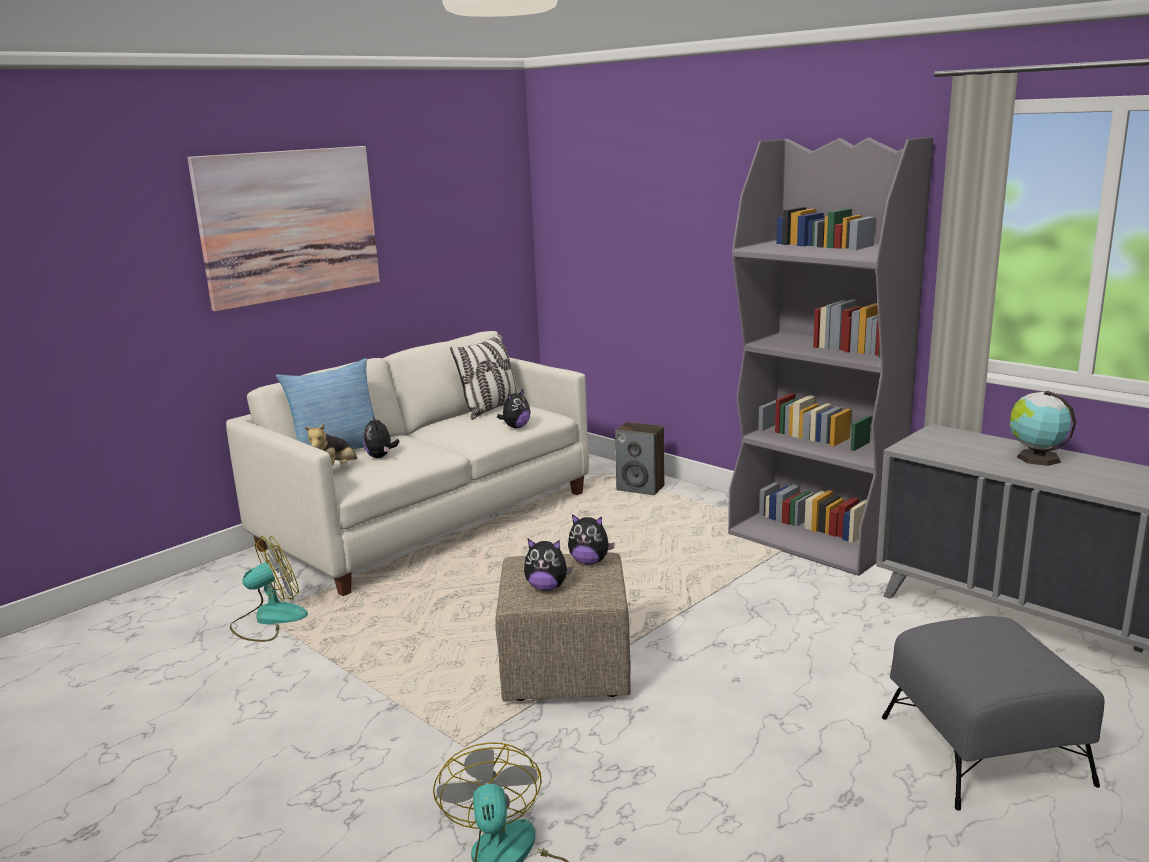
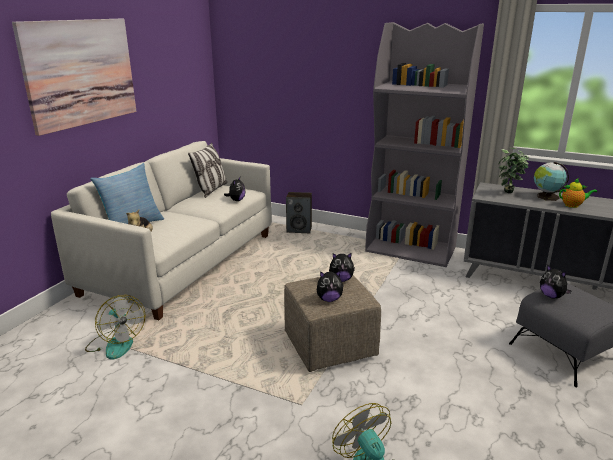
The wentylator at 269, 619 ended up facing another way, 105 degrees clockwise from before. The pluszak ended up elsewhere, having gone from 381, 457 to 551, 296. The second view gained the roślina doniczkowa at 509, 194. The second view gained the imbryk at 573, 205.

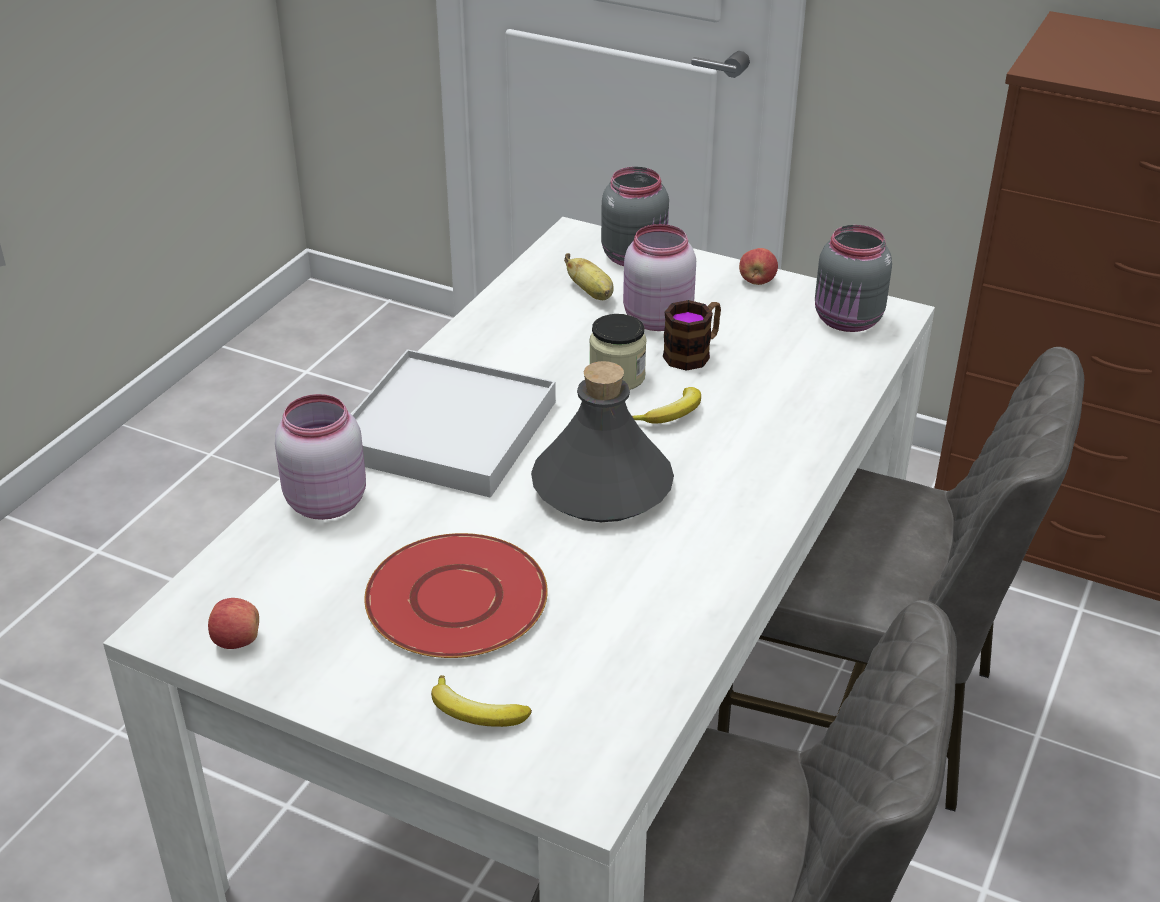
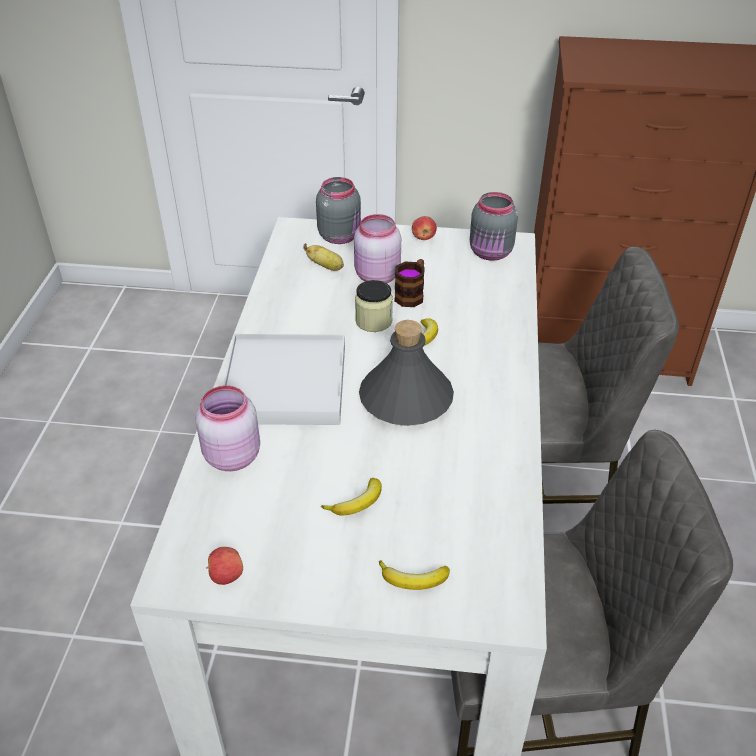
Where the talerz (czerwony) stood at 456, 600, the banan came to stand at 357, 503.

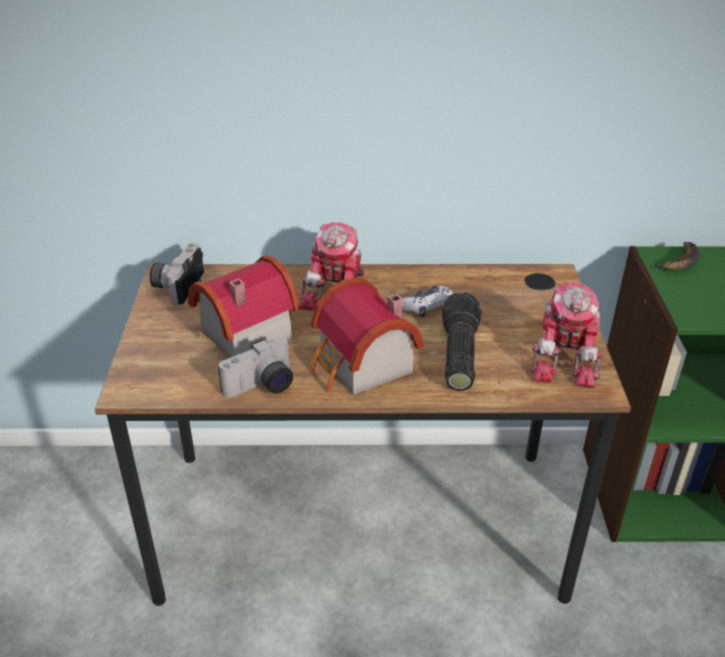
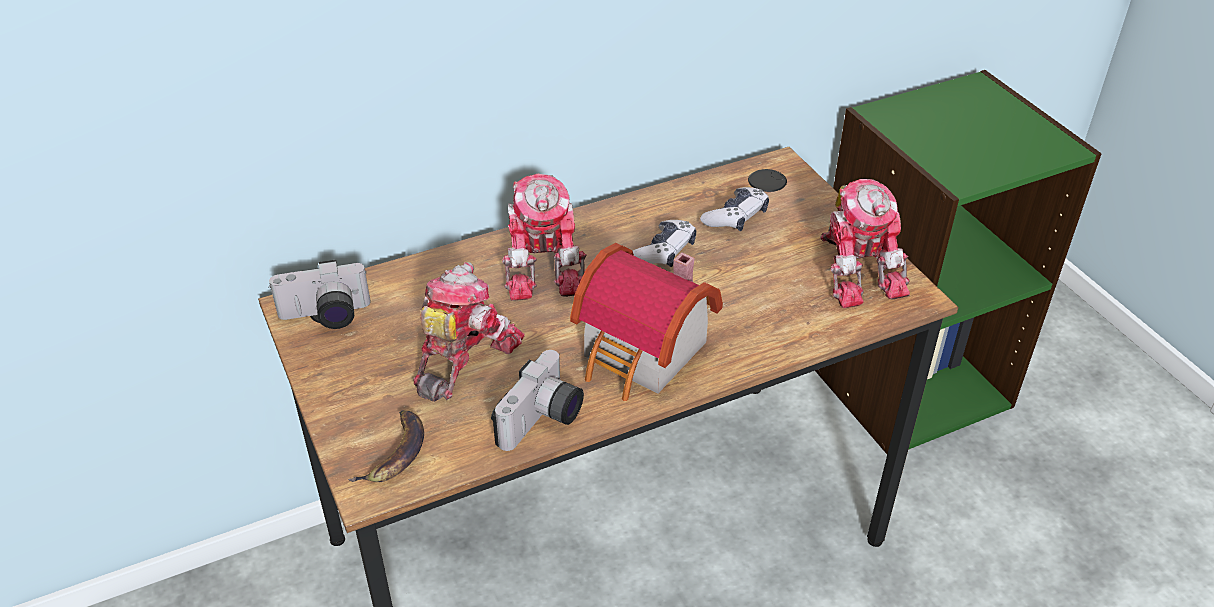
The aparat fotograficzny at 177, 285 ended up facing another way, 90 degrees counterclockwise from before. Where the domek stood at 241, 333, the robot zabawkowy came to stand at 462, 357. The second view lost the latarka at 457, 354. The banan ended up elsewhere, having gone from 678, 261 to 395, 452. The second view gained the pad do gier at 736, 217.

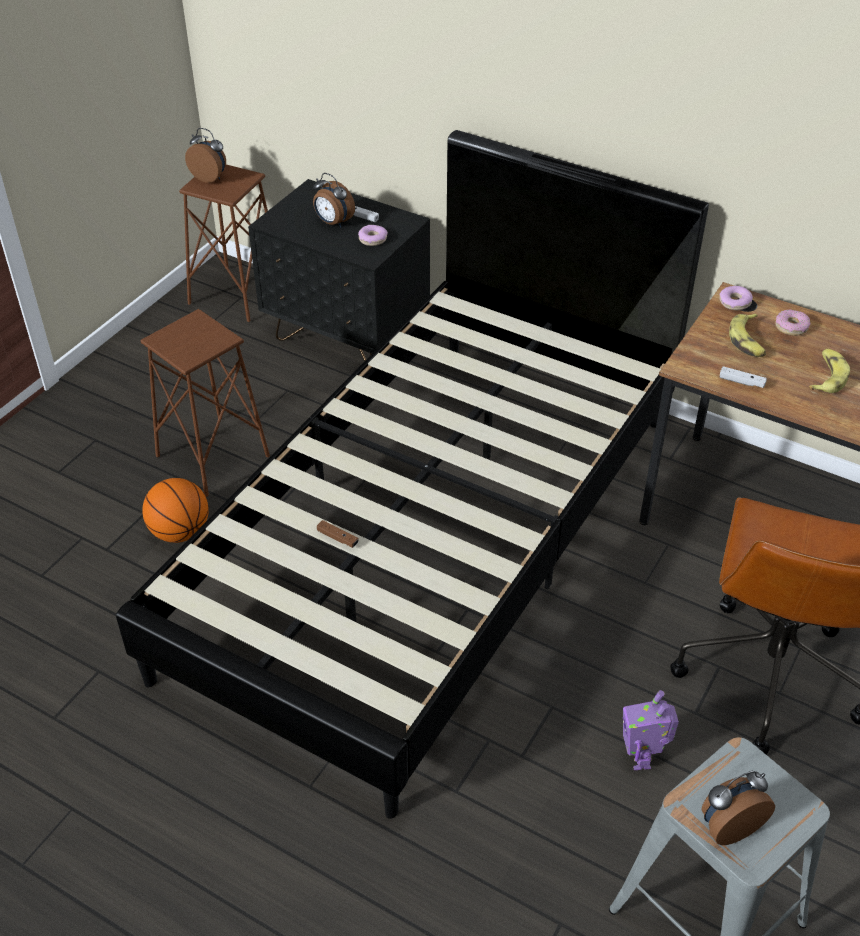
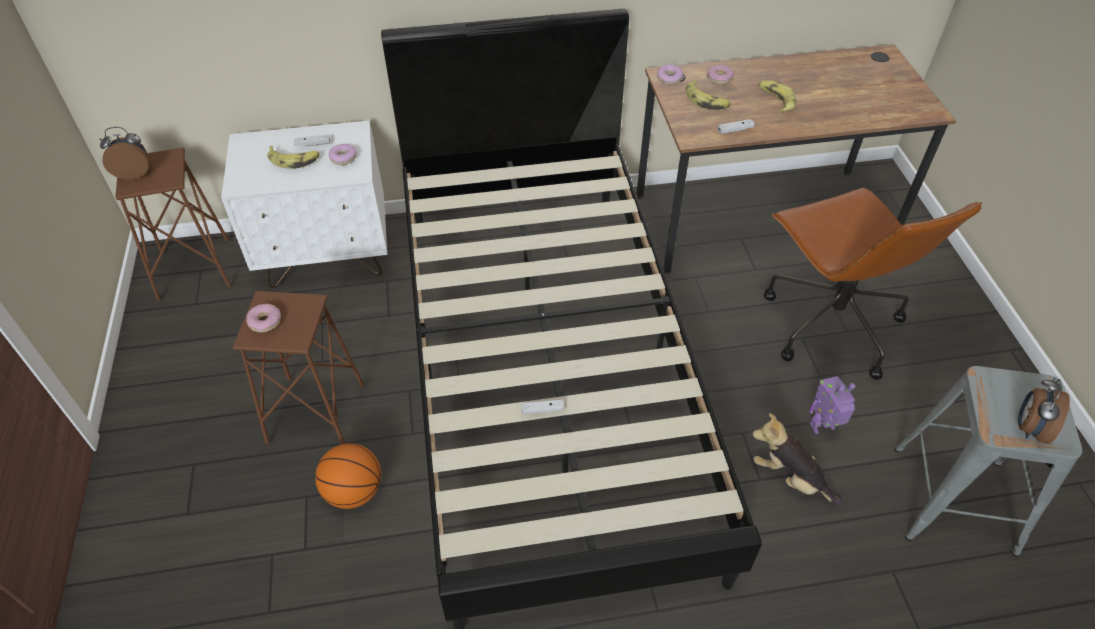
What was the szafka nocna (czarny) at 347, 338 turned into the szafka nocna (biały) at 327, 256. Where the budzik stood at 333, 223, the banan came to stand at 294, 160. What was the pad do gier (brązowy) at 337, 538 turned into the pad do gier (biały) at 542, 410. The robot zabawkowy at 641, 757 ended up facing another way, 120 degrees clockwise from before. The second view gained the donut at 265, 321. The second view gained the pluszak at 789, 478.

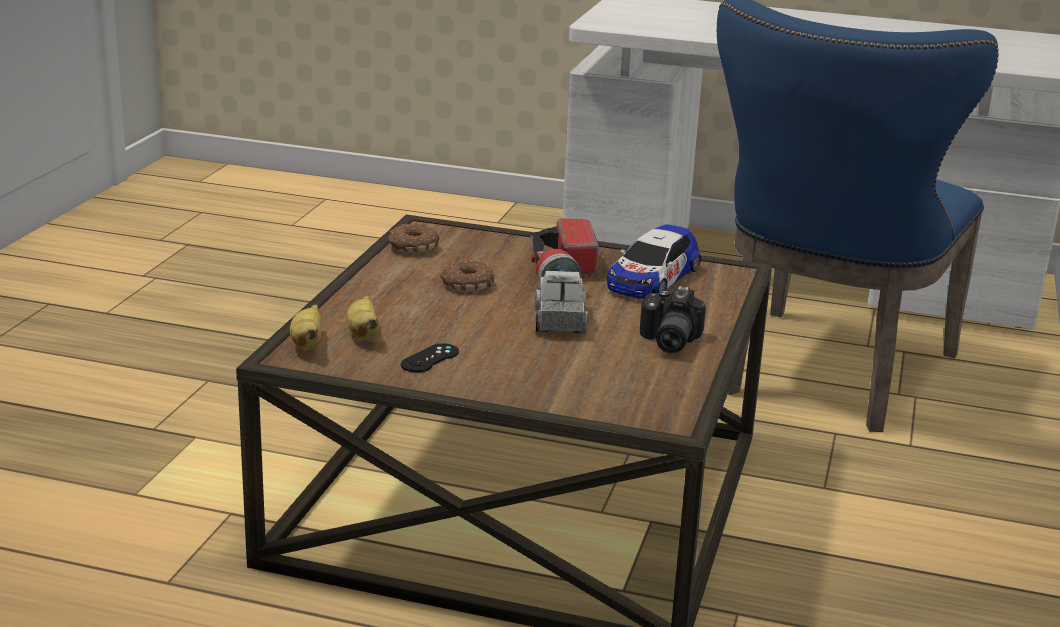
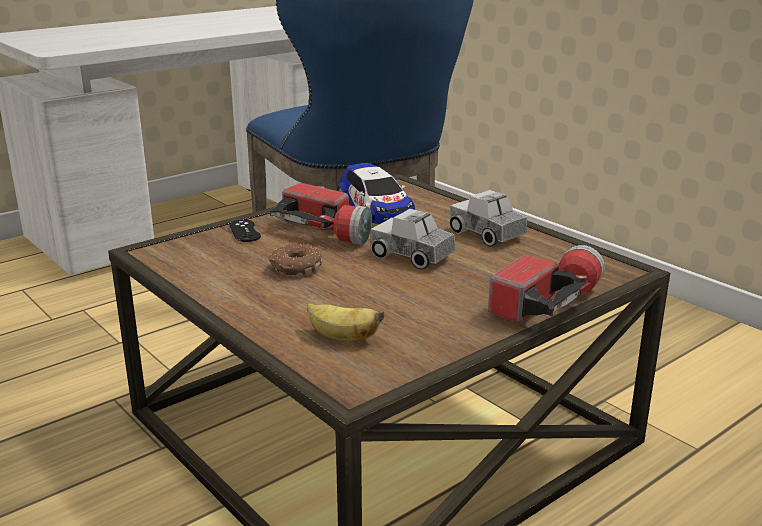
The second view lost the banan at 307, 343. The second view lost the donut at 412, 246. The pad do gier (czarny) ended up elsewhere, having gone from 430, 358 to 244, 231. Where the aparat fotograficzny stood at 666, 341, the ciężarówka zabawkowa came to stand at 487, 234. The second view gained the latarka at 547, 303.

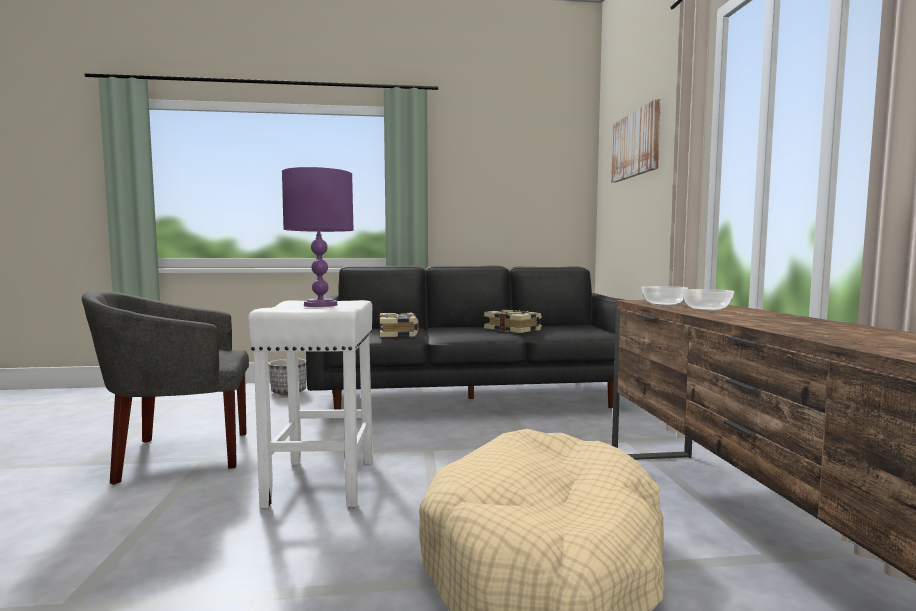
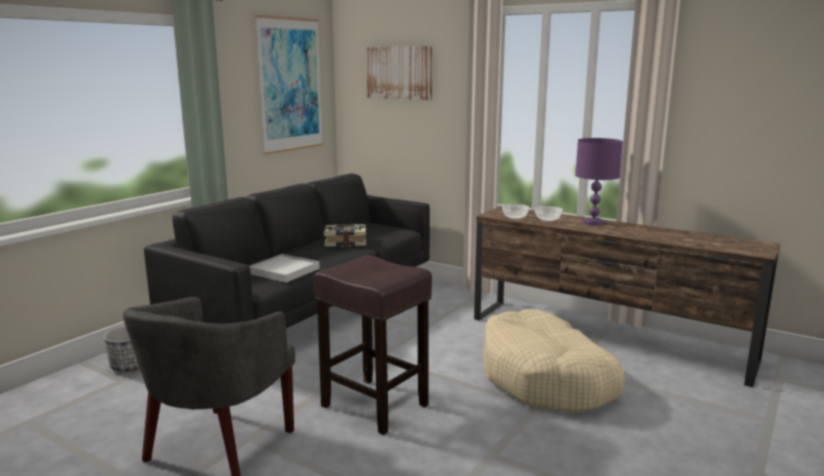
What was the stołek (biały) at 321, 483 turned into the stołek (brązowy) at 376, 406. The lampa stołowa (fioletowy) ended up elsewhere, having gone from 321, 305 to 593, 222. Where the książka stood at 399, 334, the taca (biały) came to stand at 284, 271. The second view gained the obraz at 290, 85.

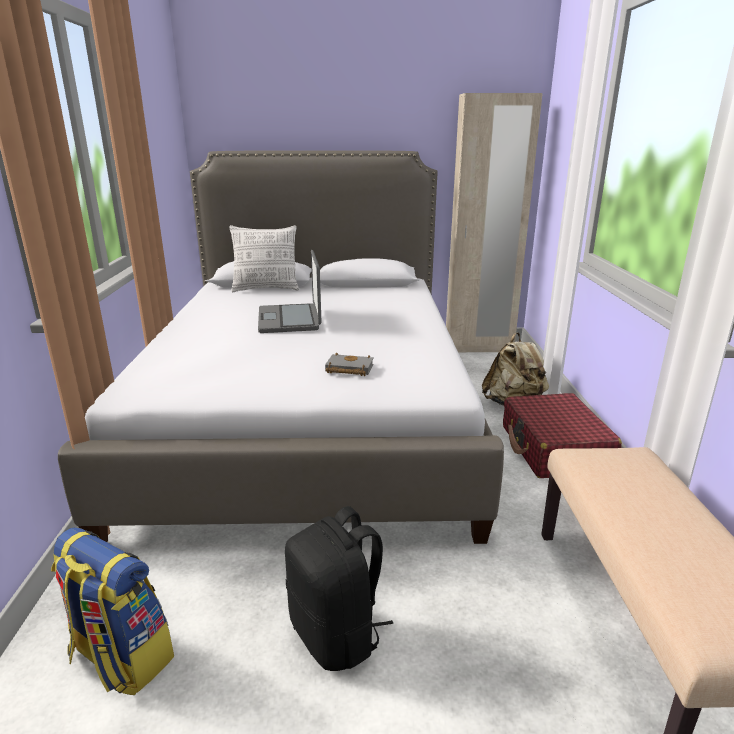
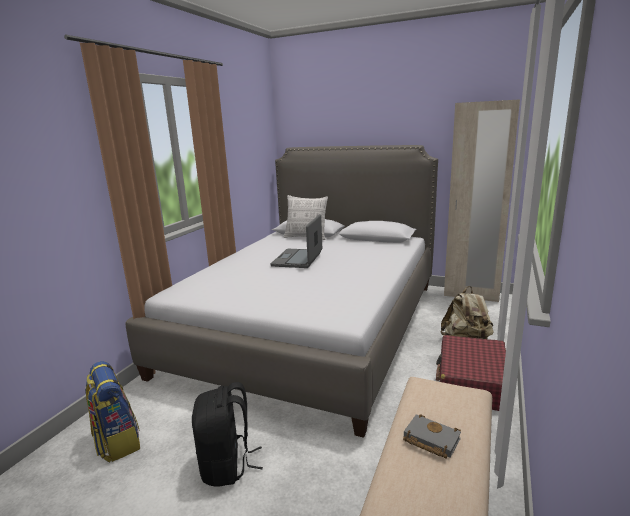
The książka (szary) ended up elsewhere, having gone from 348, 369 to 429, 440.

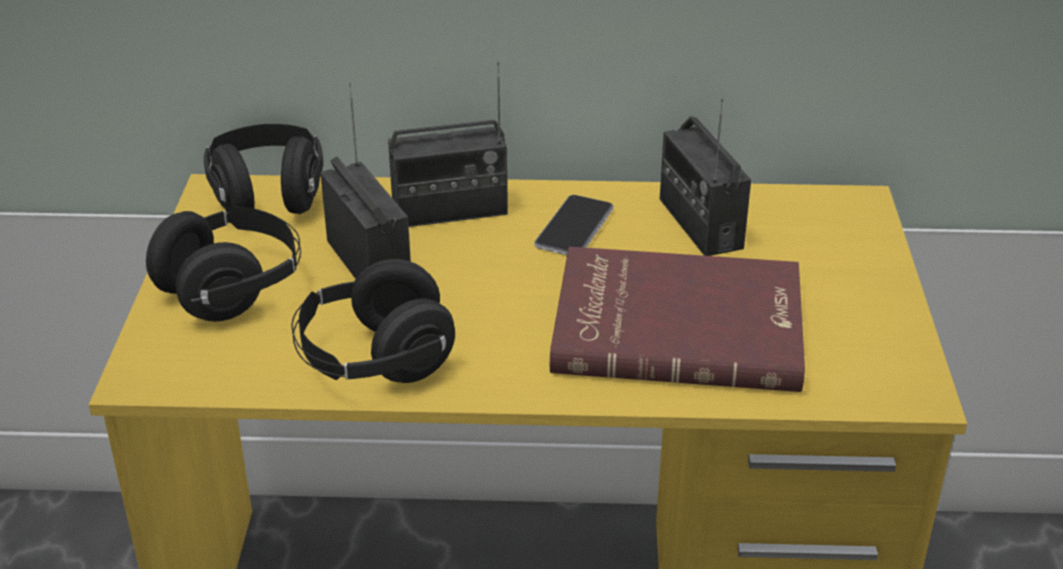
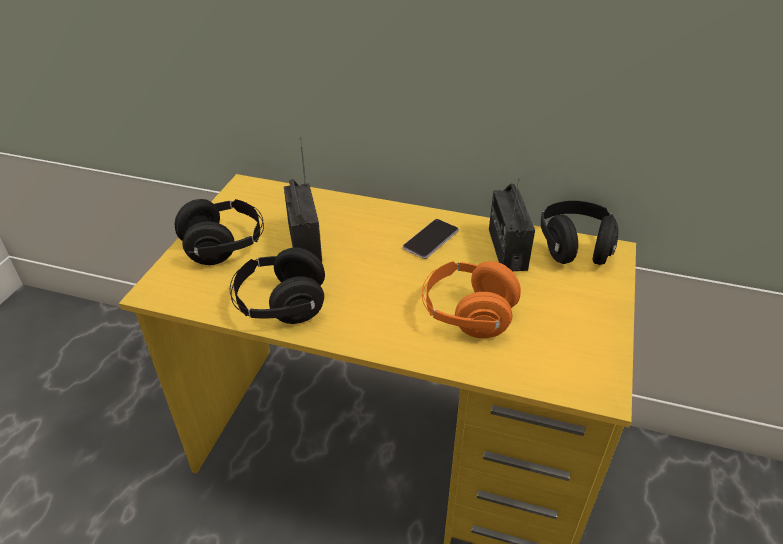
The słuchawki (czarny) ended up elsewhere, having gone from 268, 196 to 575, 247. The second view lost the radio at 450, 211. Where the książka (czerwony) stood at 678, 325, the słuchawki (pomarańczowy) came to stand at 467, 314.

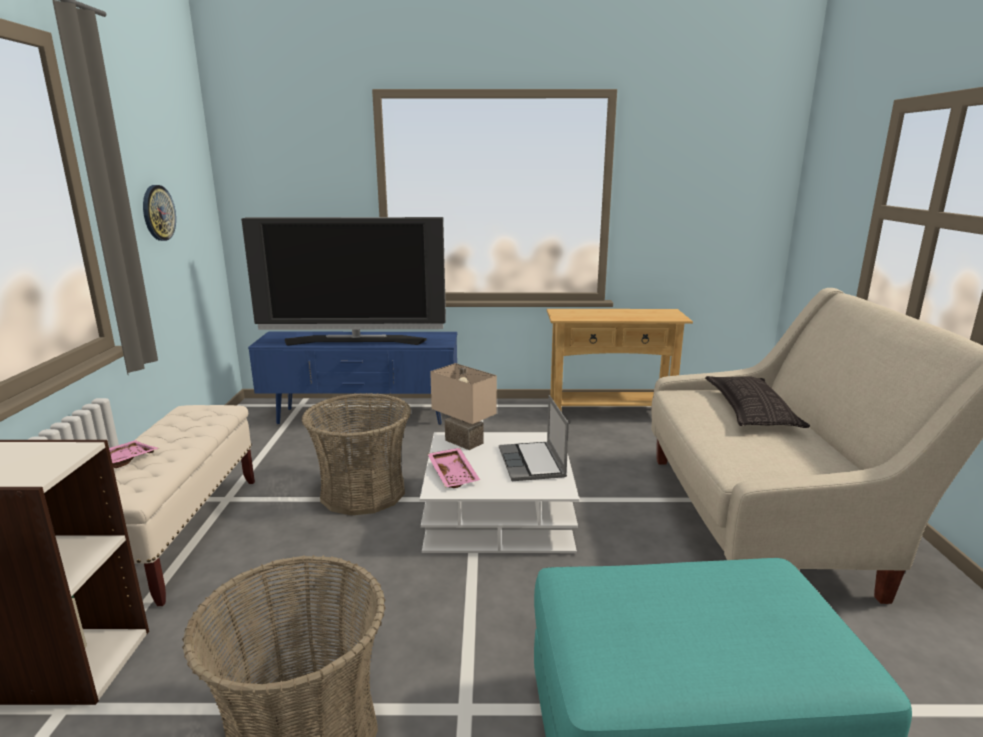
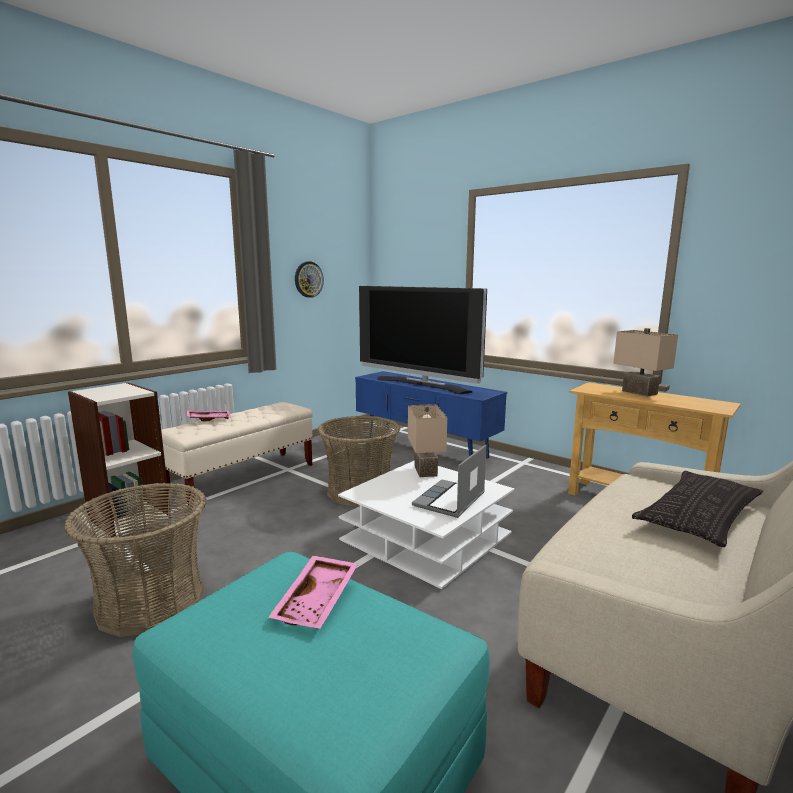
The taca (różowy) ended up elsewhere, having gone from 454, 474 to 318, 601. The second view gained the lampa stołowa (beżowy) at 640, 392.

